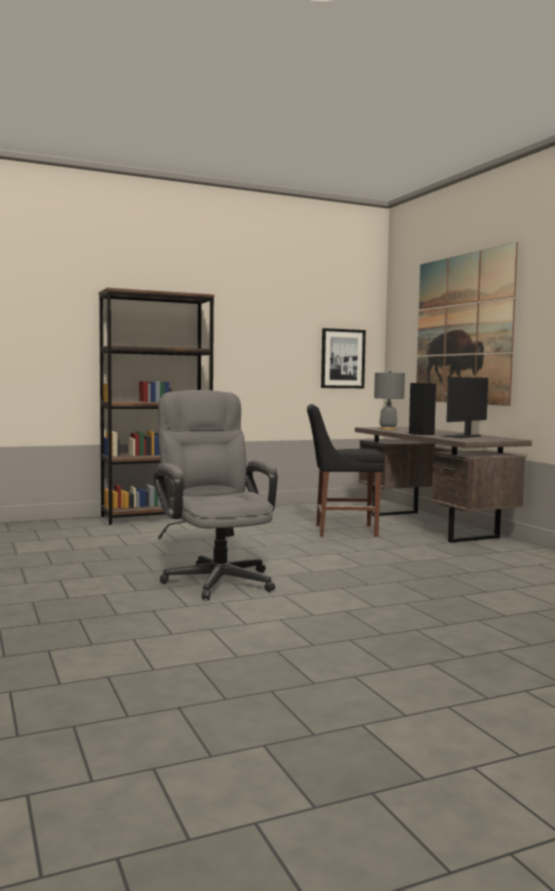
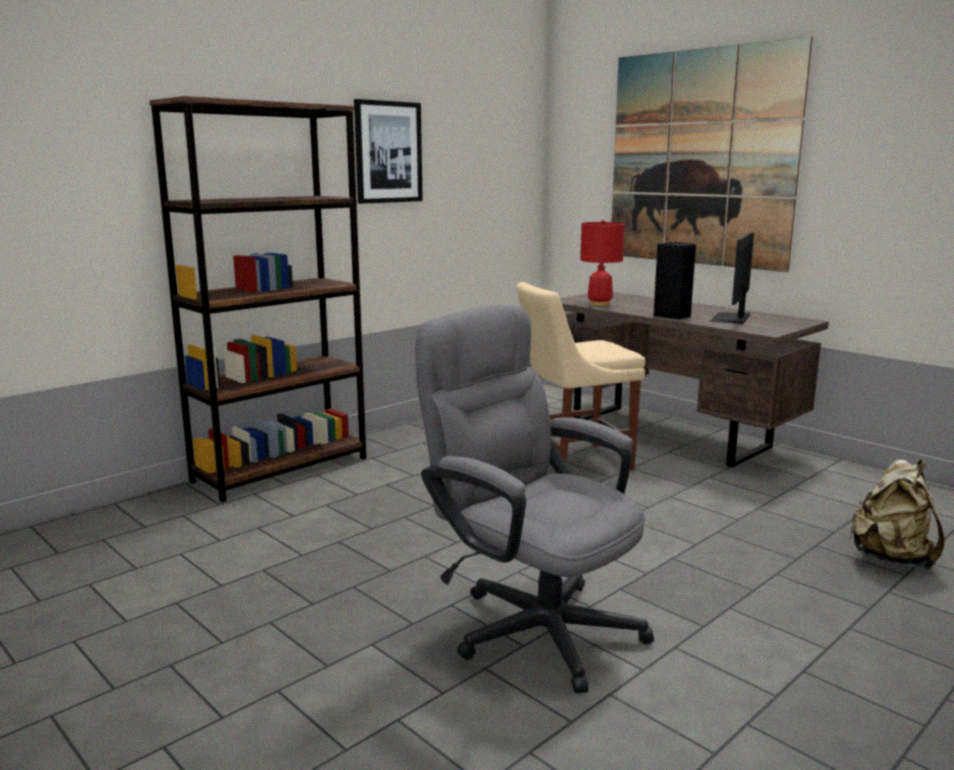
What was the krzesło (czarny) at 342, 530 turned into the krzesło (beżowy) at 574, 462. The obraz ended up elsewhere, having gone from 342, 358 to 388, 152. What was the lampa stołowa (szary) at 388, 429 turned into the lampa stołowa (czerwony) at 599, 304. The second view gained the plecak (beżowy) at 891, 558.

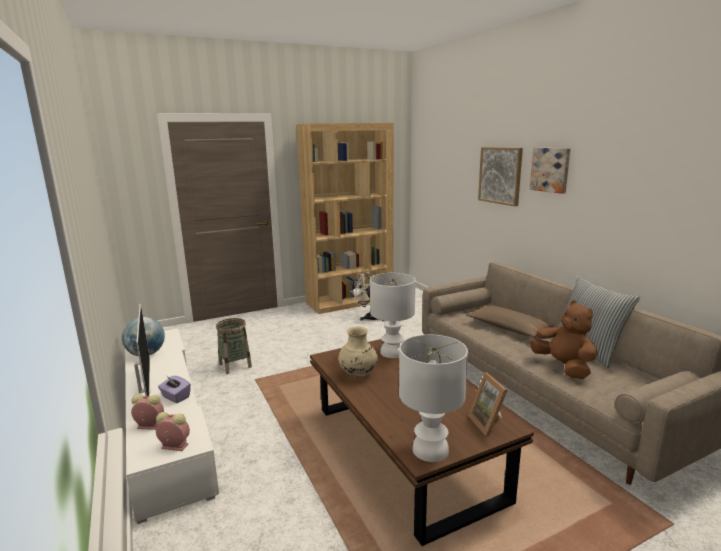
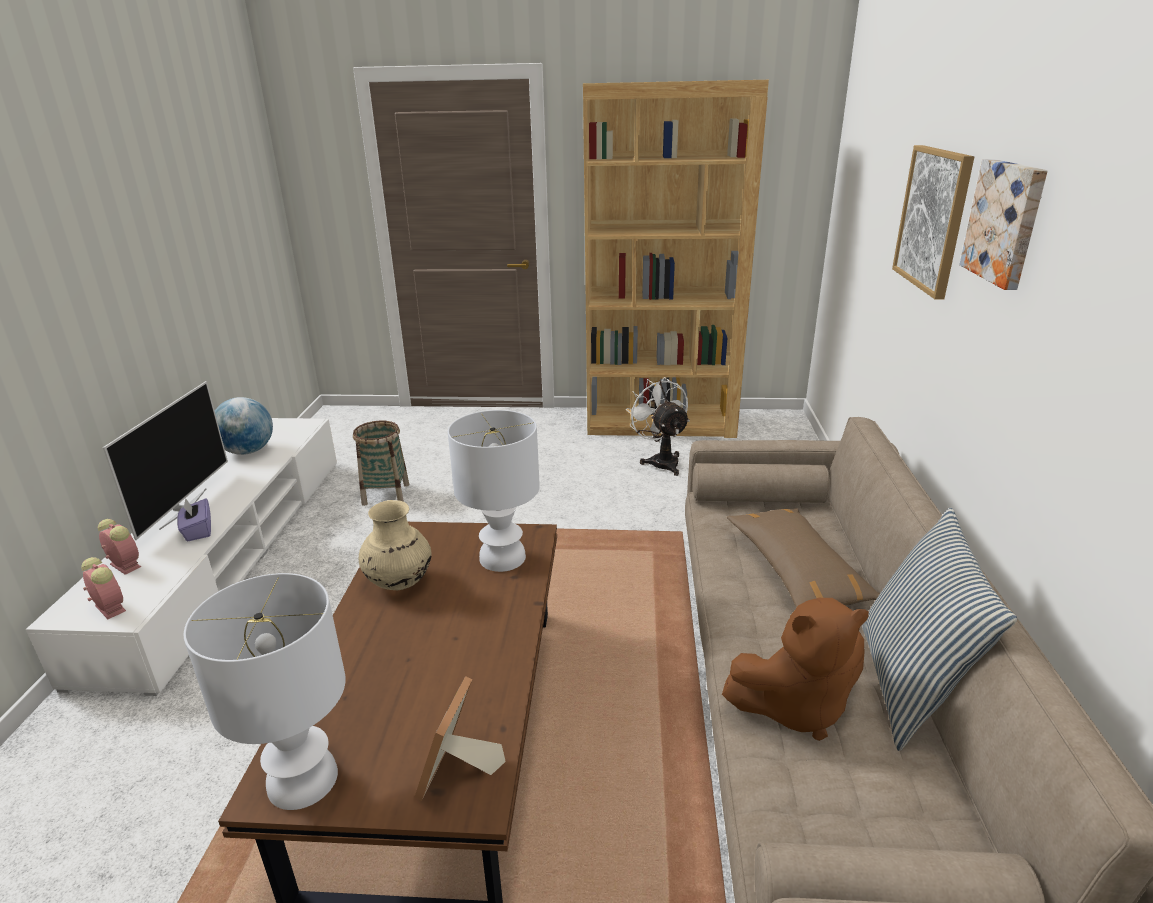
The pluszak (brązowy) at 563, 367 ended up facing another way, 75 degrees clockwise from before.

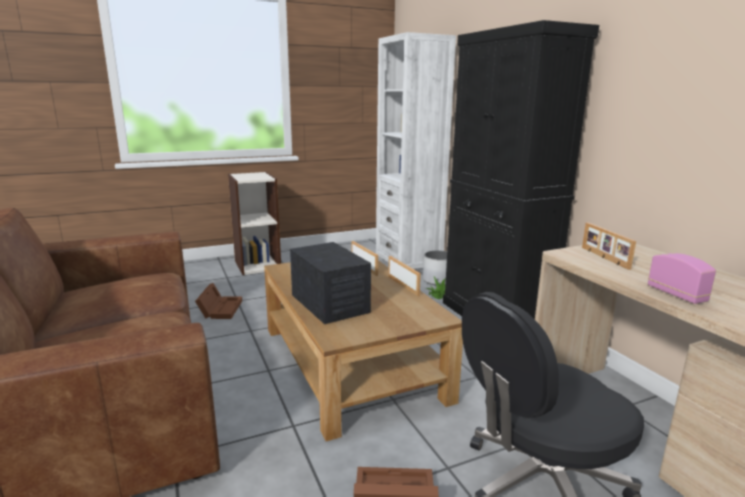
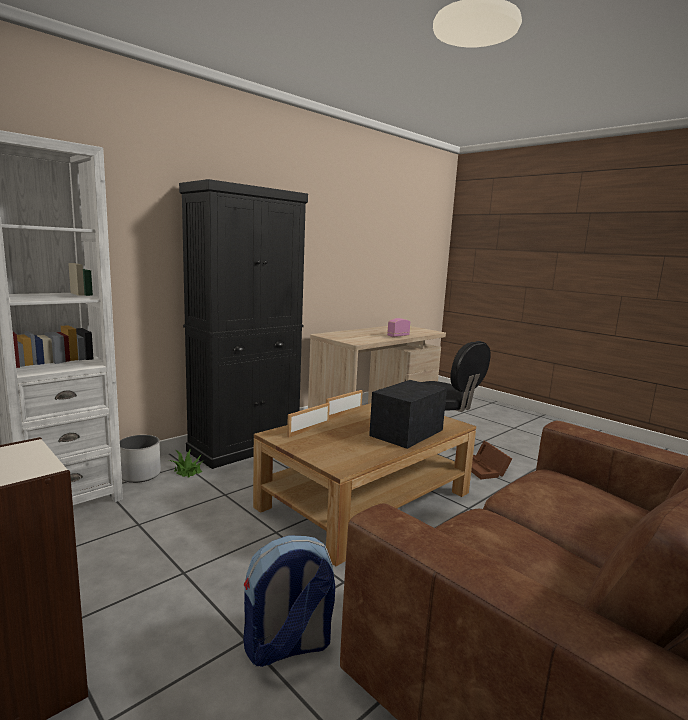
Where the pojemnik do przechowywania (brązowy) stood at 220, 308, the plecak came to stand at 287, 647. The second view lost the ramka na zdjęcie at 604, 258.

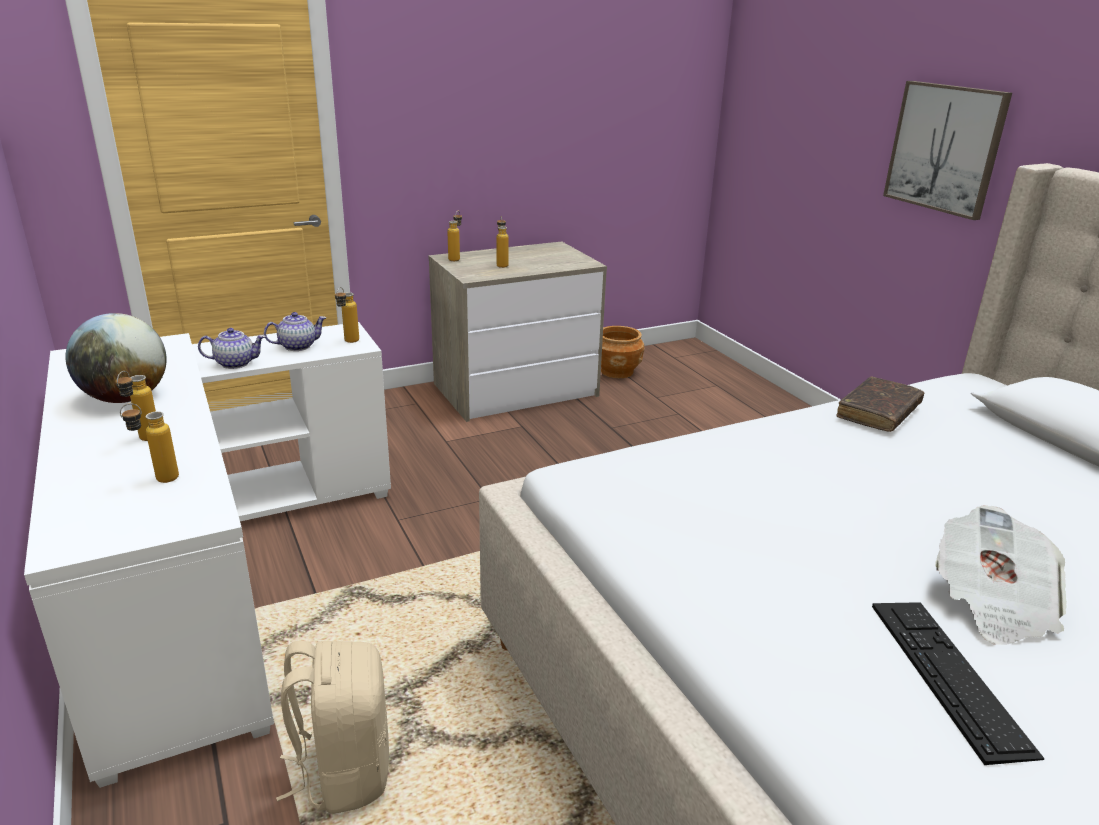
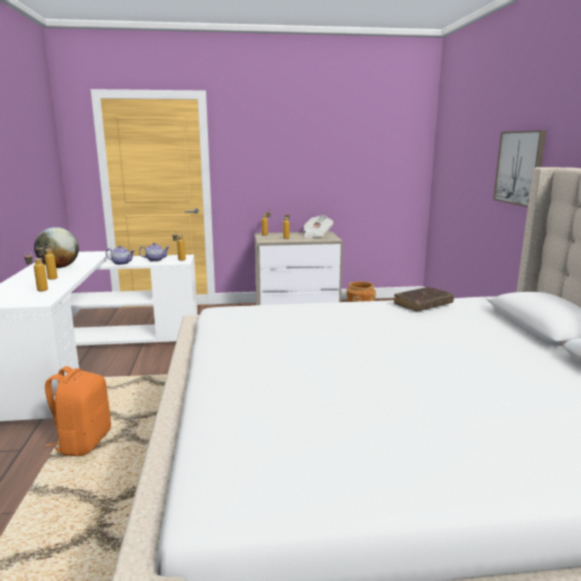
What was the plecak (beżowy) at 343, 771 turned into the plecak (pomarańczowy) at 83, 442. The second view lost the klawiatura at 948, 675. The gazeta ended up elsewhere, having gone from 992, 603 to 316, 235.

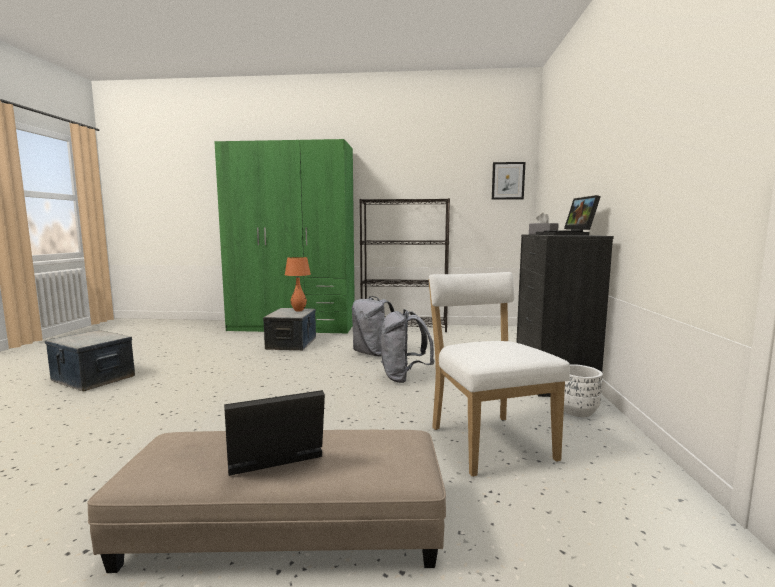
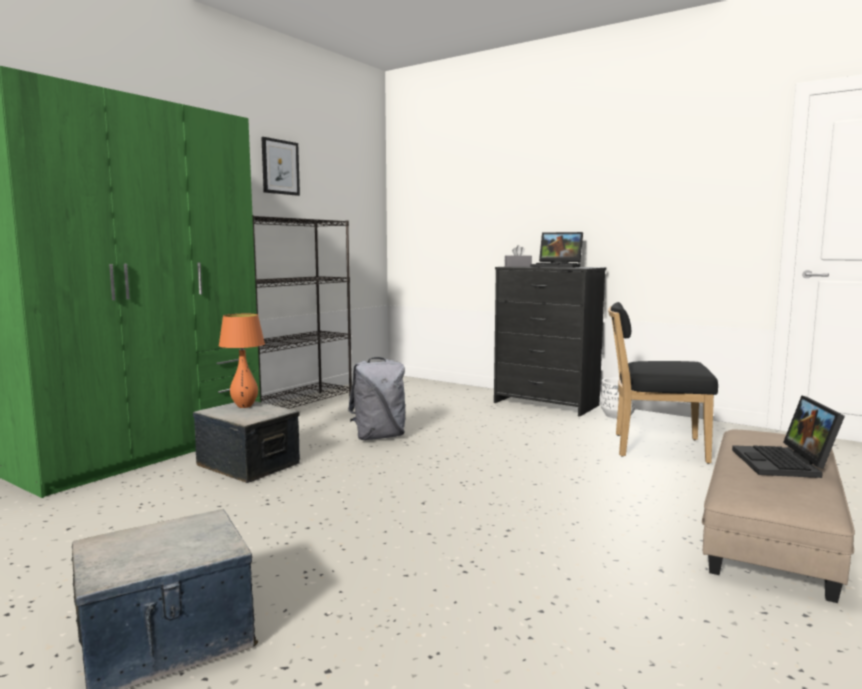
The second view lost the plecak (szary) at 403, 377. What was the krzesło (biały) at 488, 441 turned into the krzesło (czarny) at 653, 447. The obraz ended up elsewhere, having gone from 508, 181 to 280, 167.

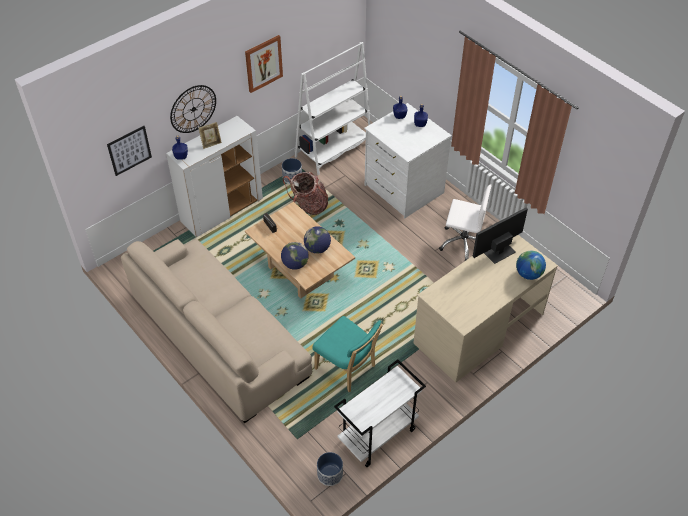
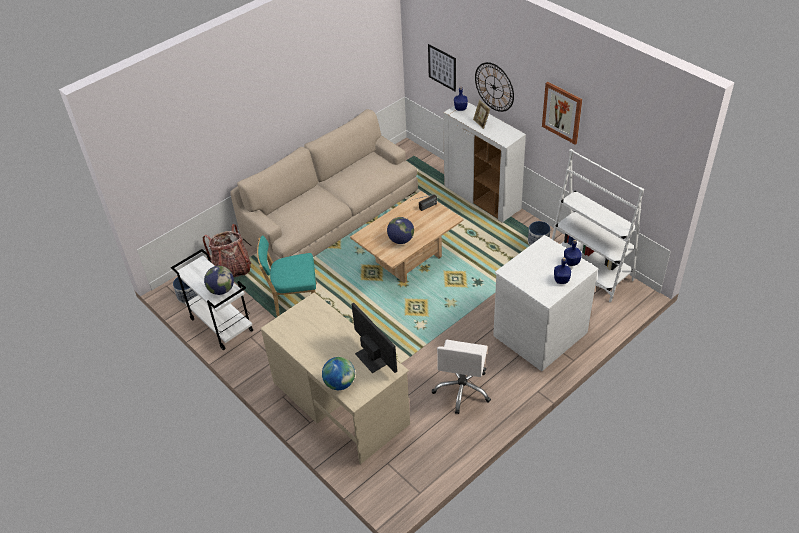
The globus ended up elsewhere, having gone from 295, 264 to 221, 290. The plecak ended up elsewhere, having gone from 308, 207 to 232, 269. The krzesło (turkusowy) at 347, 369 ended up facing another way, 45 degrees clockwise from before.

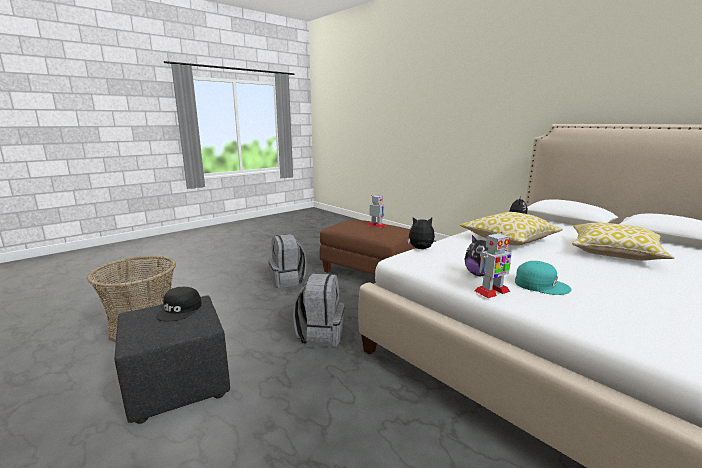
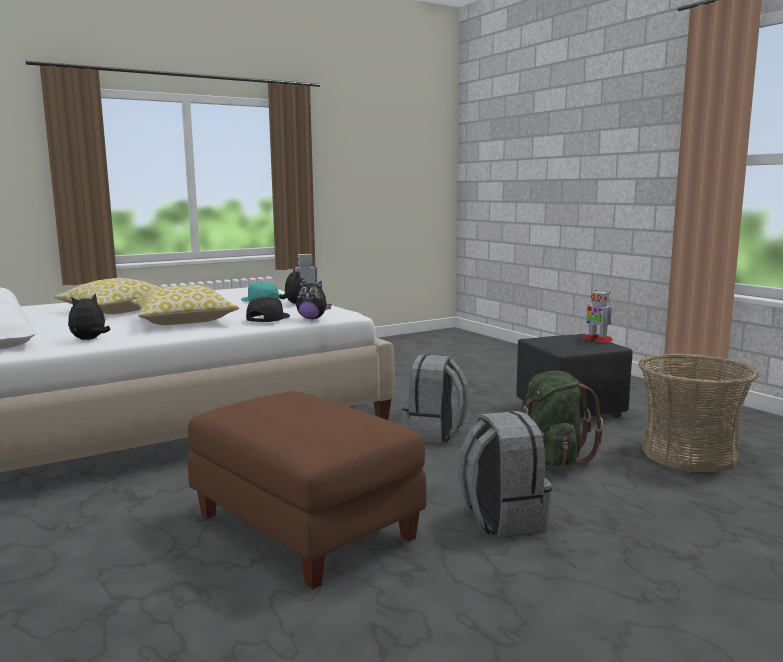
The czapka z daszkiem (czarny) ended up elsewhere, having gone from 180, 310 to 267, 317. The robot zabawkowy ended up elsewhere, having gone from 376, 225 to 597, 339. The second view gained the plecak (zielony) at 551, 459.

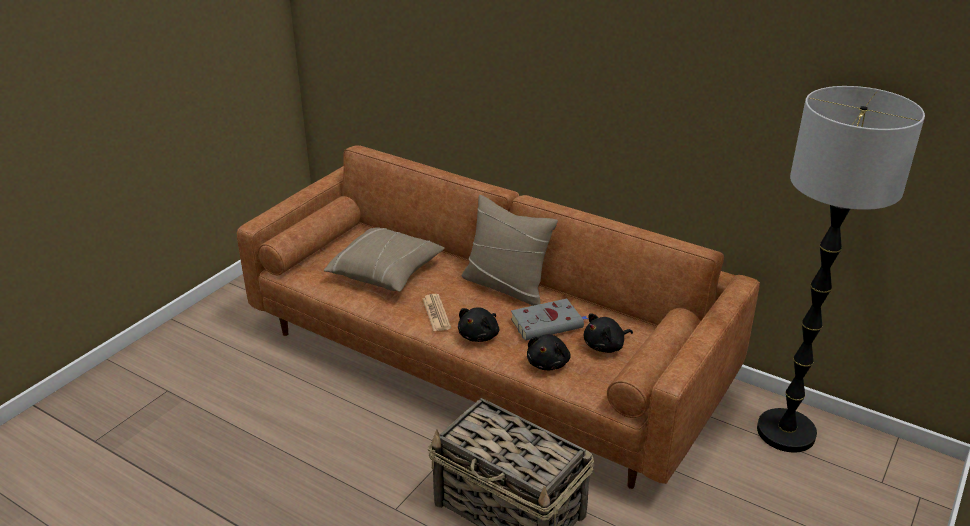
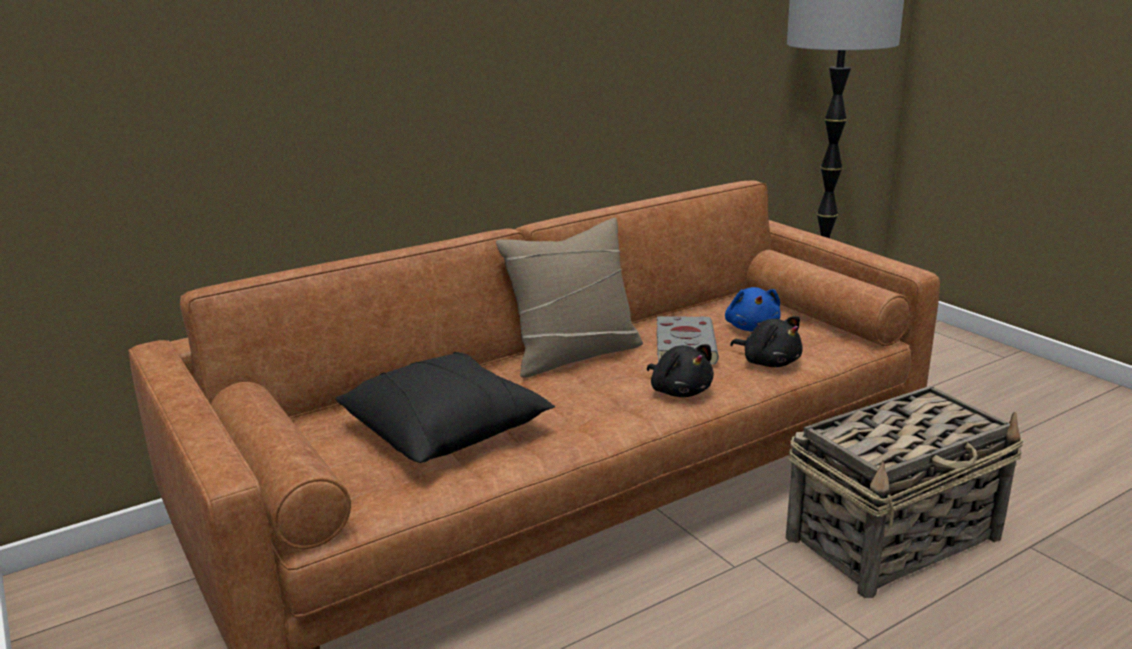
What was the poduszka (beżowy) at 386, 272 turned into the poduszka (czarny) at 446, 430. The second view lost the gazeta at 436, 313. What was the pluszak (czarny) at 605, 346 turned into the pluszak (niebieski) at 752, 327.

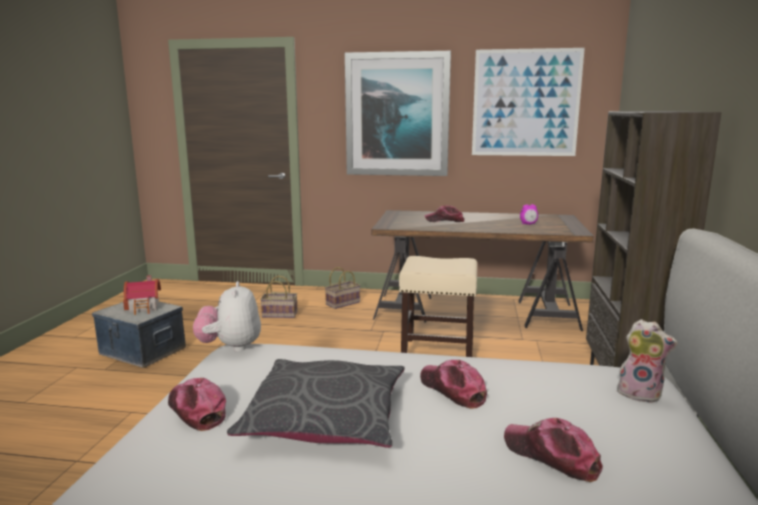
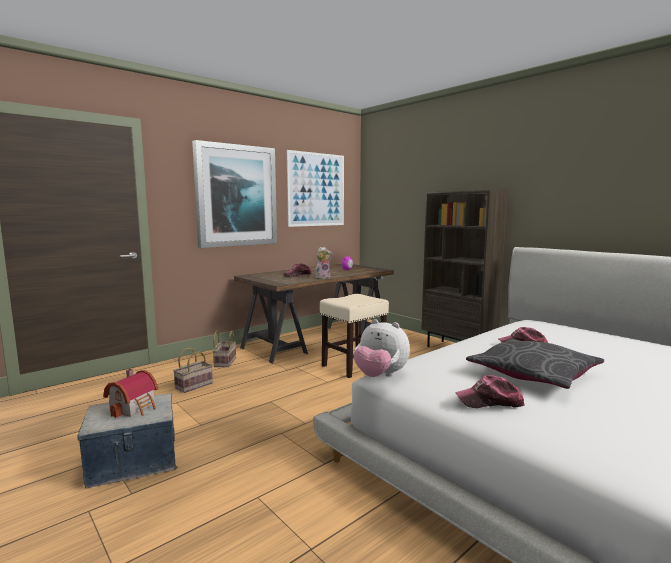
The second view lost the czapka z daszkiem at 551, 456. The pluszak ended up elsewhere, having gone from 640, 393 to 323, 277.

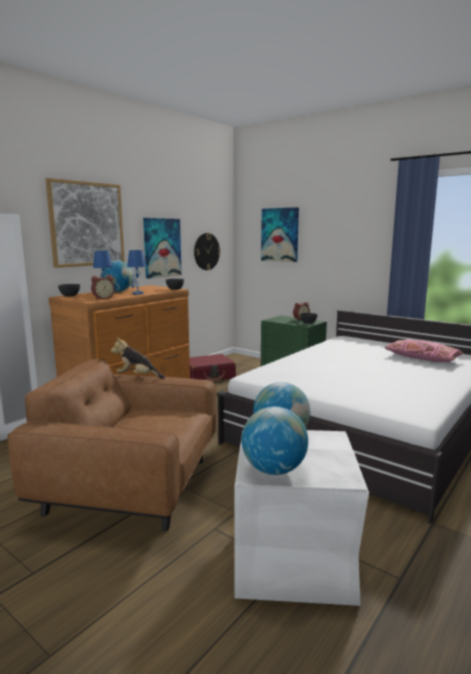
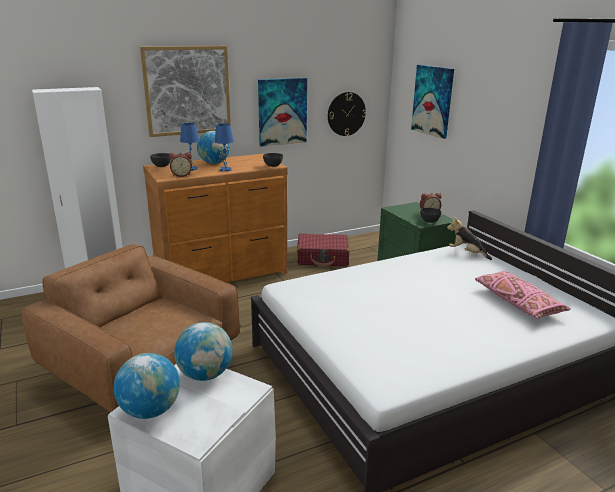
The pluszak ended up elsewhere, having gone from 137, 376 to 466, 253.

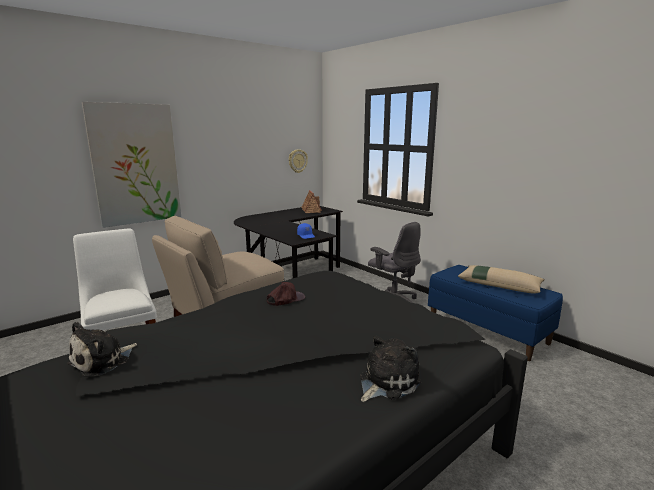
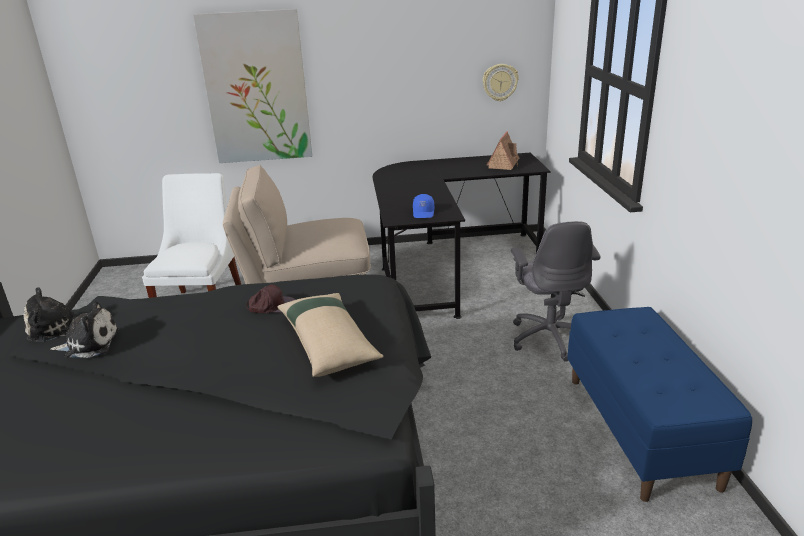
The pluszak ended up elsewhere, having gone from 386, 382 to 89, 344. The poduszka (beżowy) ended up elsewhere, having gone from 499, 285 to 328, 342.

